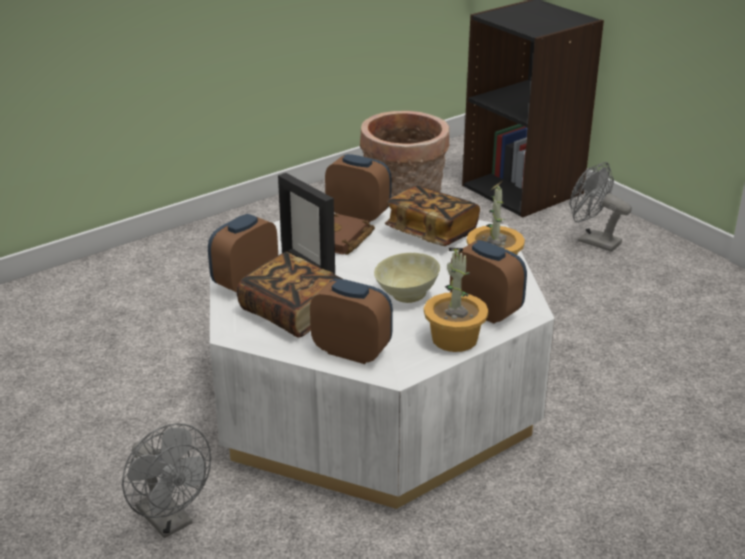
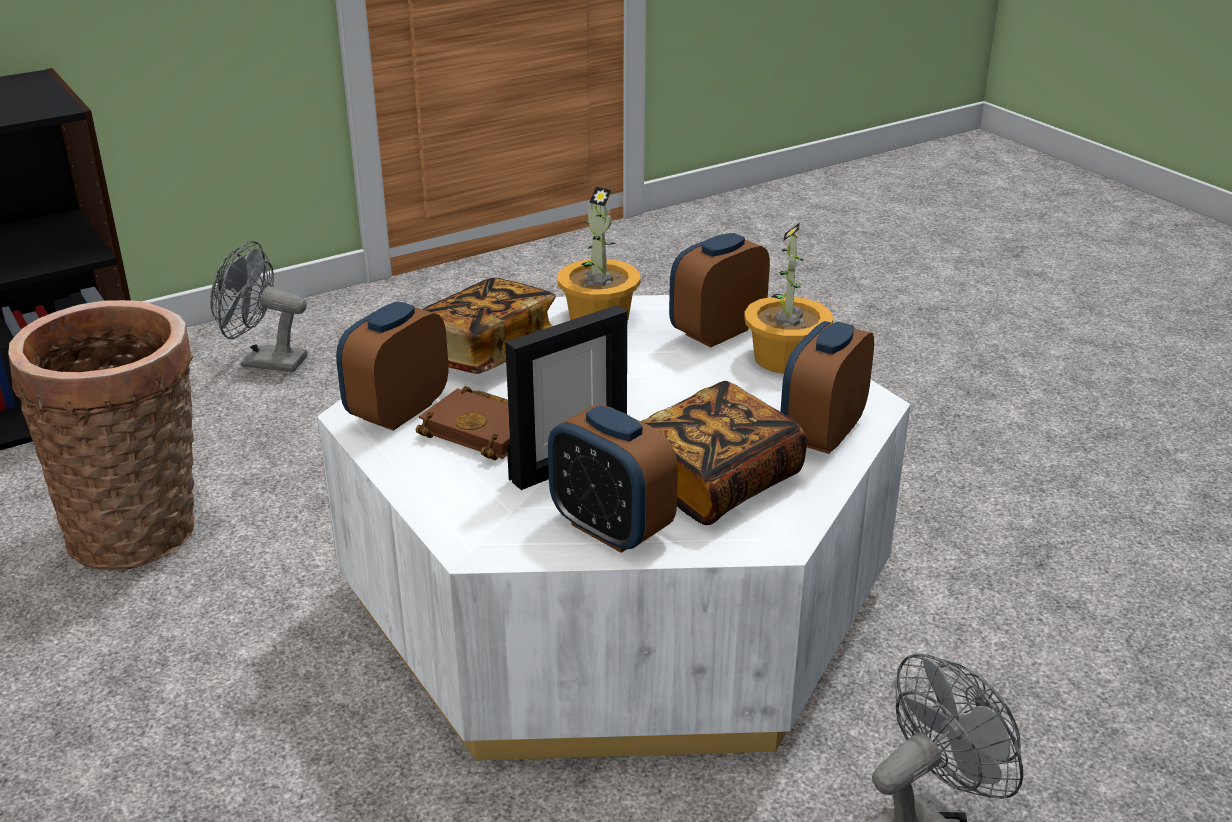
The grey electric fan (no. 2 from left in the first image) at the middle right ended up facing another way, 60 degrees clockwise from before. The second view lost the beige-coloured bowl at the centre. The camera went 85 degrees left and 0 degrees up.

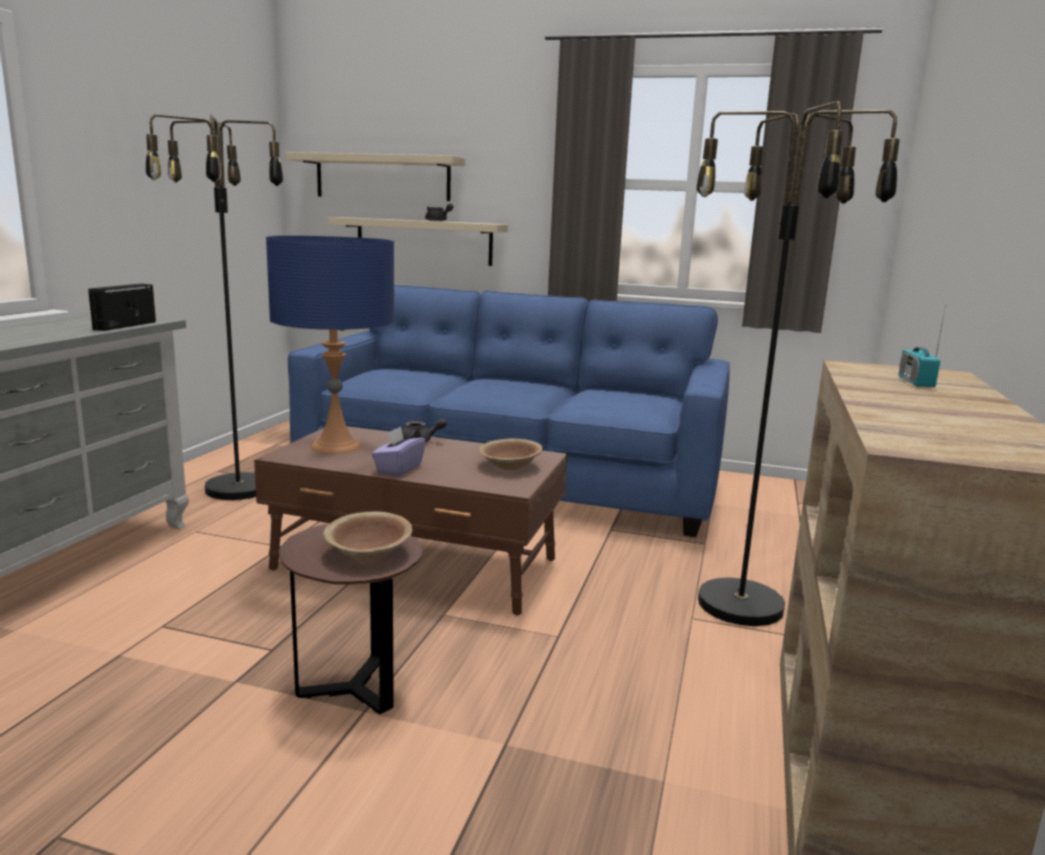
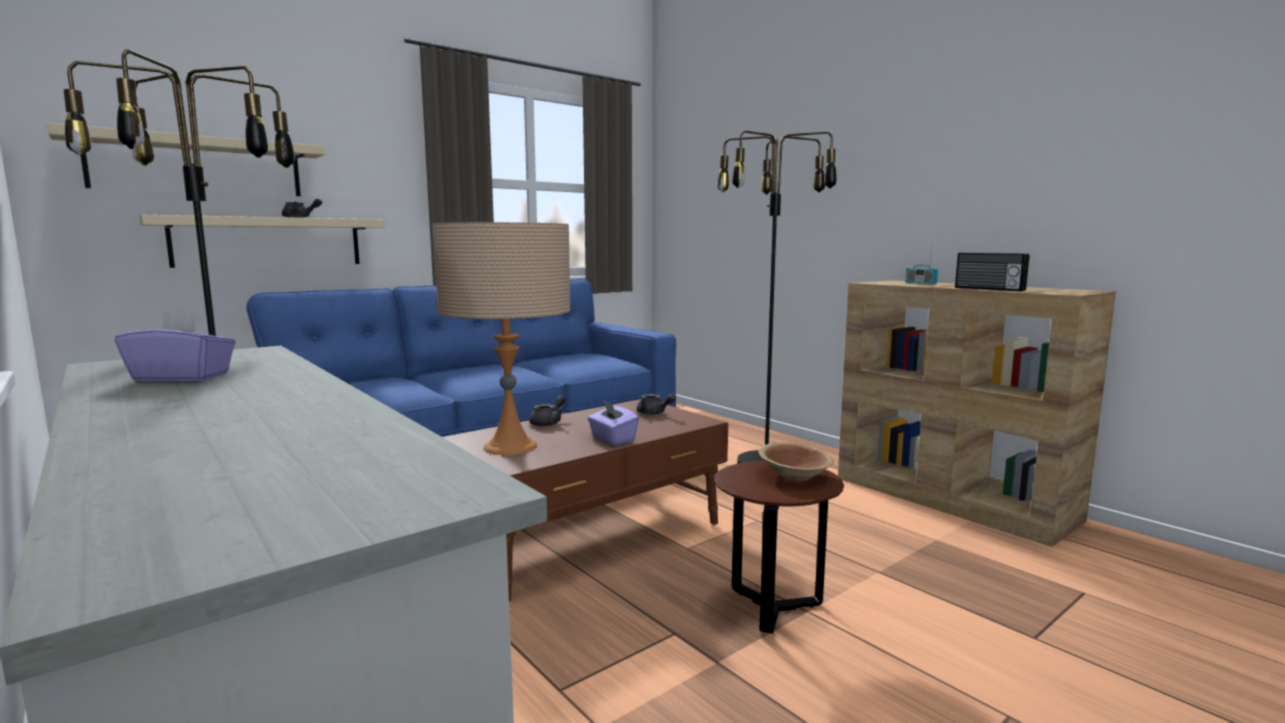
What was the blue lamp for a table at the middle left turned into the beige-coloured lamp for a table at the centre. The radio set (no. 1 from left in the first image) ended up elsewhere, having gone from the middle left to the middle right. Where the brownish bowl (no. 2 from left) stood at the centre, the grey pot for tea (no. 3 from left) came to stand at the centre. The second view gained the purplish tissue holder (no. 1 from left) at the middle left. The camera went 55 degrees left and 5 degrees down.

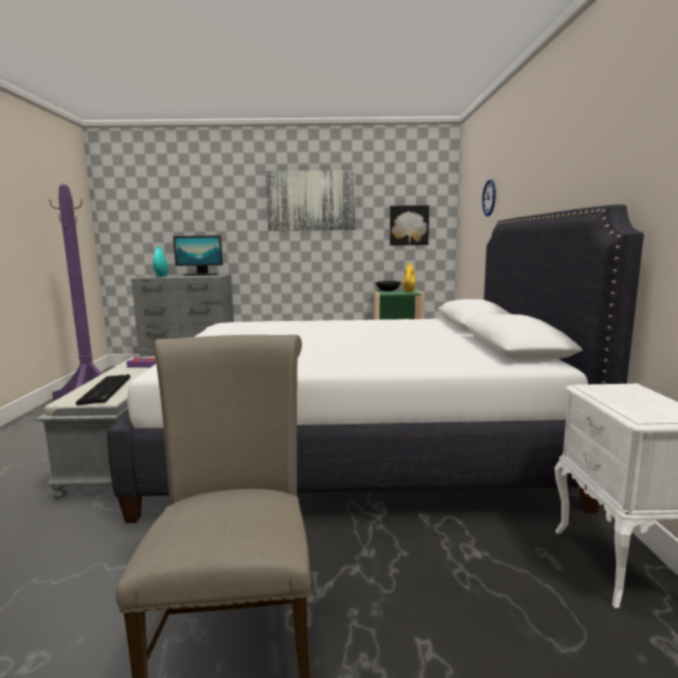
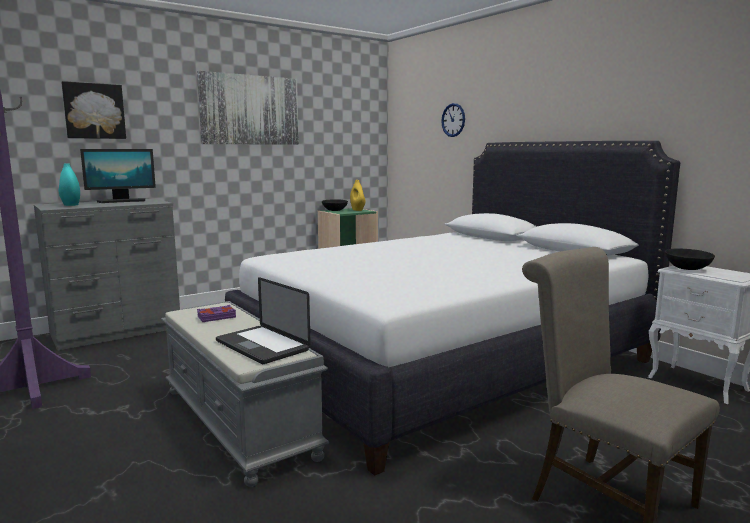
The picture (no. 2 from left in the first image) ended up elsewhere, having gone from the top centre to the top left. Where the PC keyboard stood at the middle left, the laptop came to stand at the centre. The second view gained the black bowl (no. 2 from left) at the middle right. The camera went 35 degrees left and 0 degrees up.

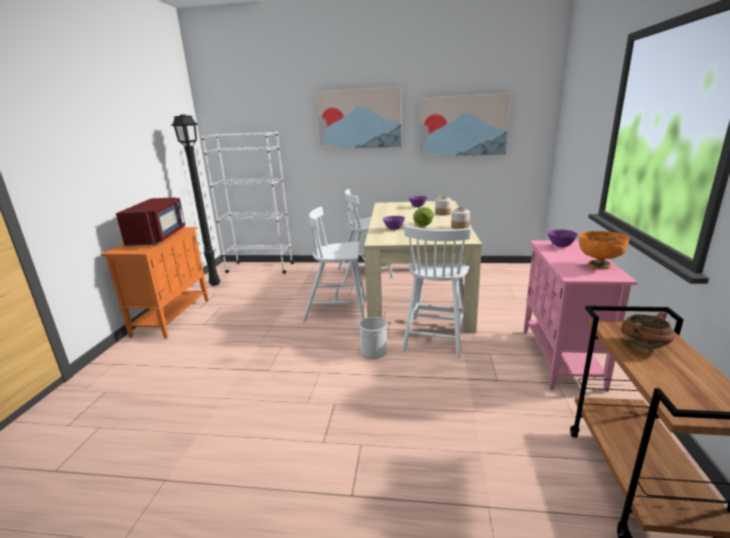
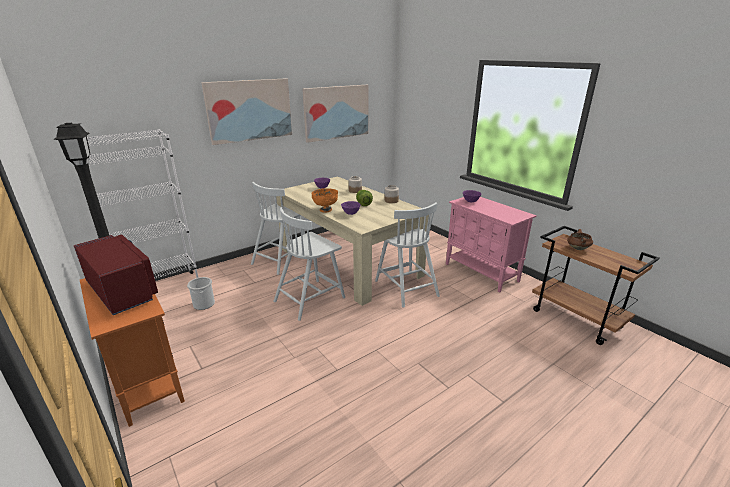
The orange-coloured bowl ended up elsewhere, having gone from the middle right to the centre. The bucket ended up elsewhere, having gone from the centre to the middle left. The camera went 45 degrees left and 5 degrees up.

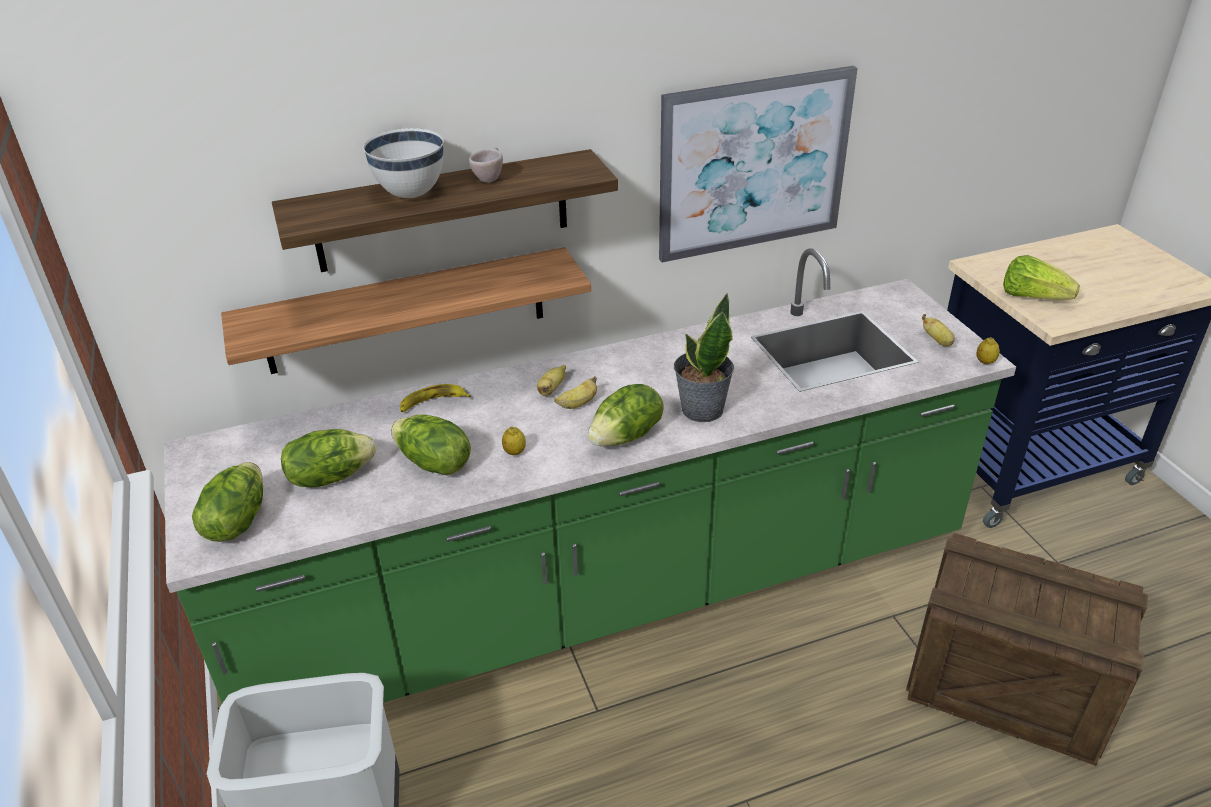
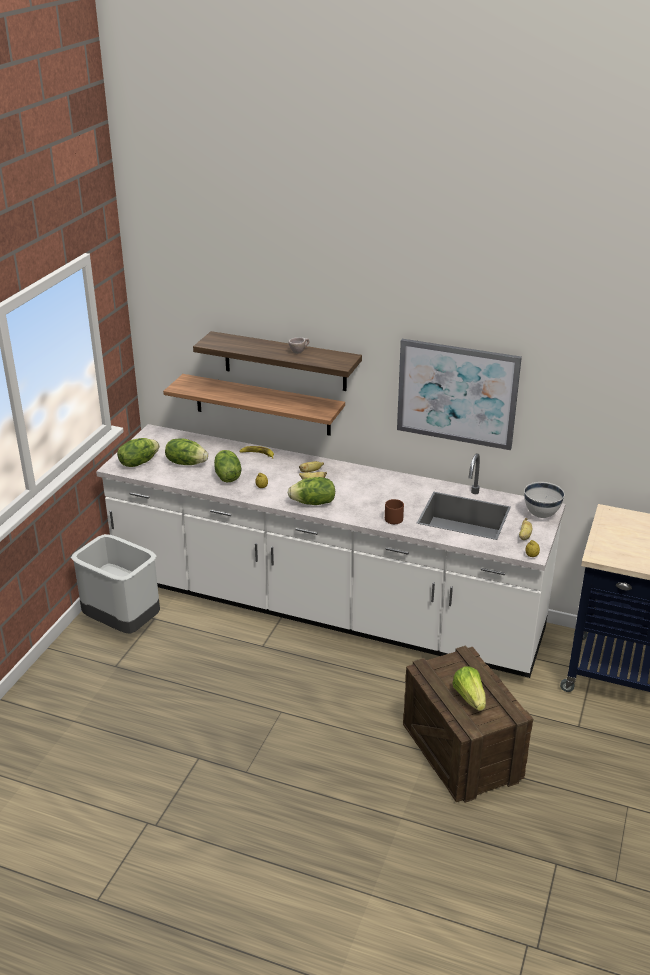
The whitish bowl ended up elsewhere, having gone from the top left to the middle right. What was the green-coloured counter at the centre turned into the whitish counter at the centre. The head of lettuce (no. 5 from left) ended up elsewhere, having gone from the middle right to the bottom right. The second view lost the potted plant at the centre. The second view gained the brownish coffee mug at the centre. The camera went 40 degrees right and 5 degrees down.

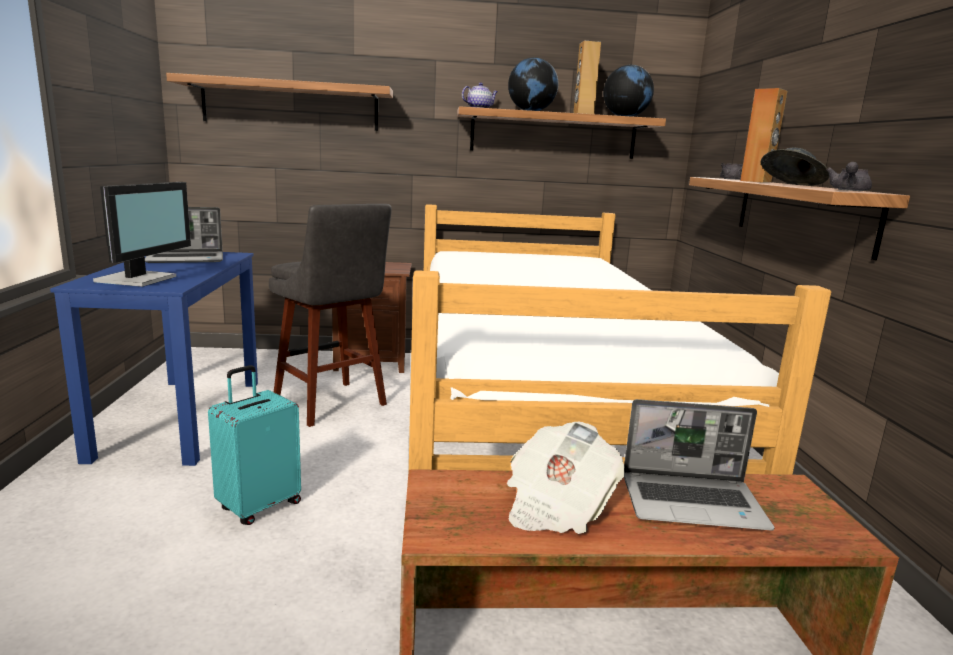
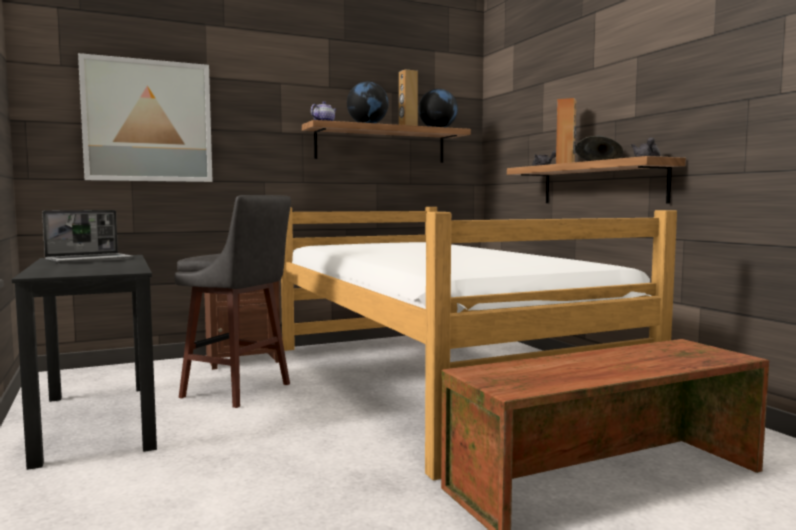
Where the wall shelf (no. 1 from left) hung at the top left, the picture came to hang at the top left. The second view lost the computer screen at the middle left. What was the blue desk at the middle left turned into the black desk at the bottom left. The second view lost the turquoise-coloured travel case at the bottom left. The second view lost the laptop (no. 2 from left) at the bottom right. The second view lost the printed paper at the bottom centre. The camera went 20 degrees left and 10 degrees down.

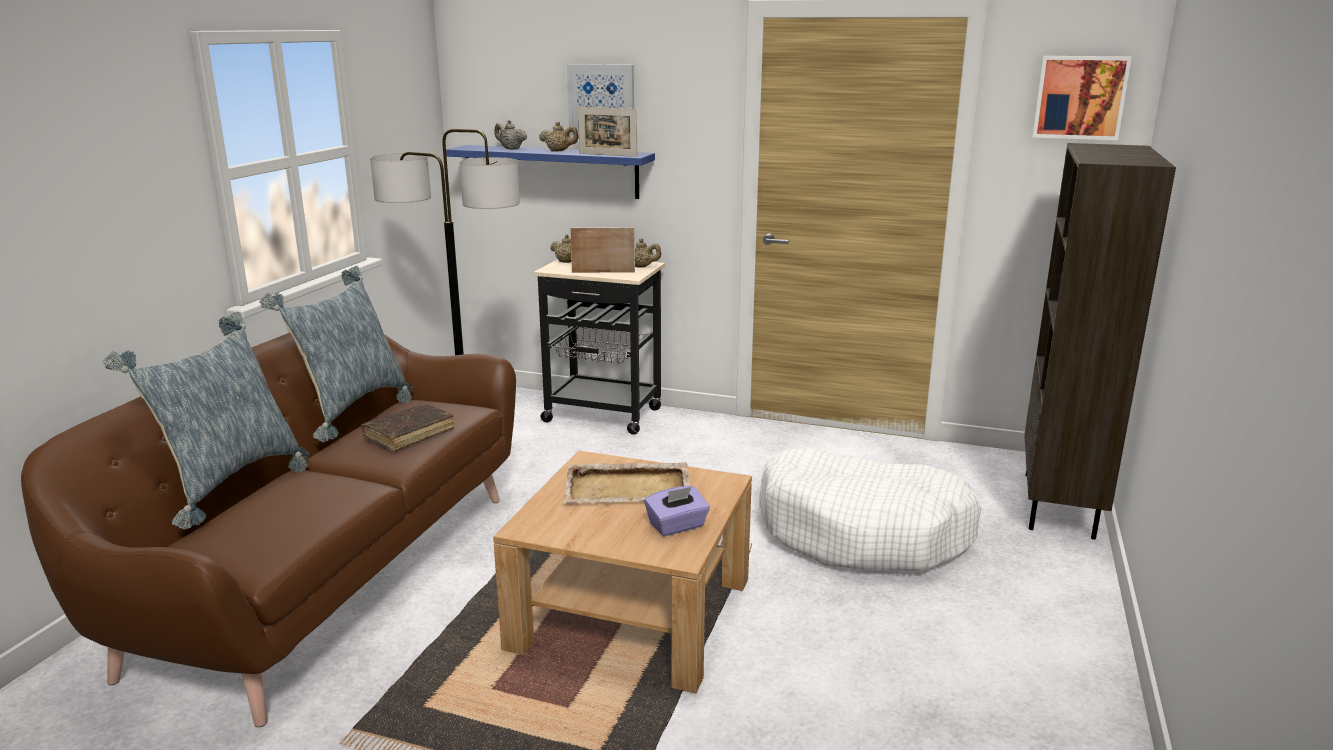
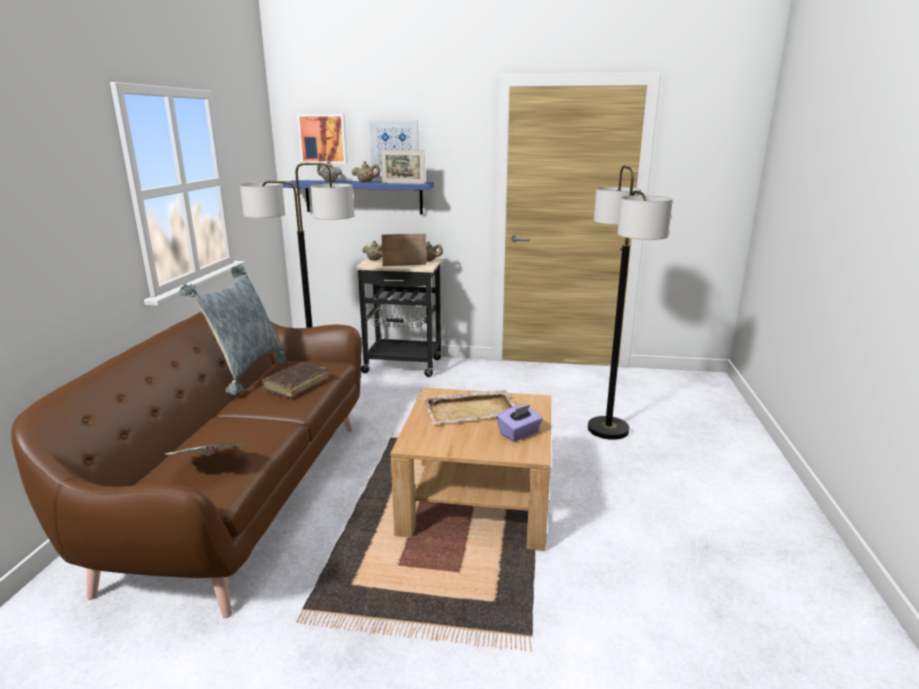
The picture (no. 2 from left in the first image) ended up elsewhere, having gone from the top right to the top centre. The second view lost the brownish shelving unit at the middle right. The second view lost the cushion (no. 1 from left) at the middle left. Where the whitish dog cushion stood at the bottom centre, the floor lamp (no. 2 from left) came to stand at the middle right. The second view gained the printed paper at the middle left. The camera went 10 degrees left and 0 degrees up.

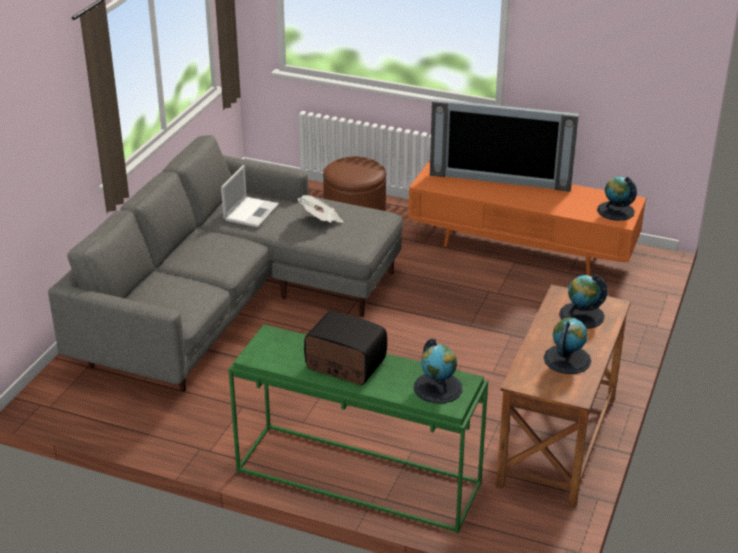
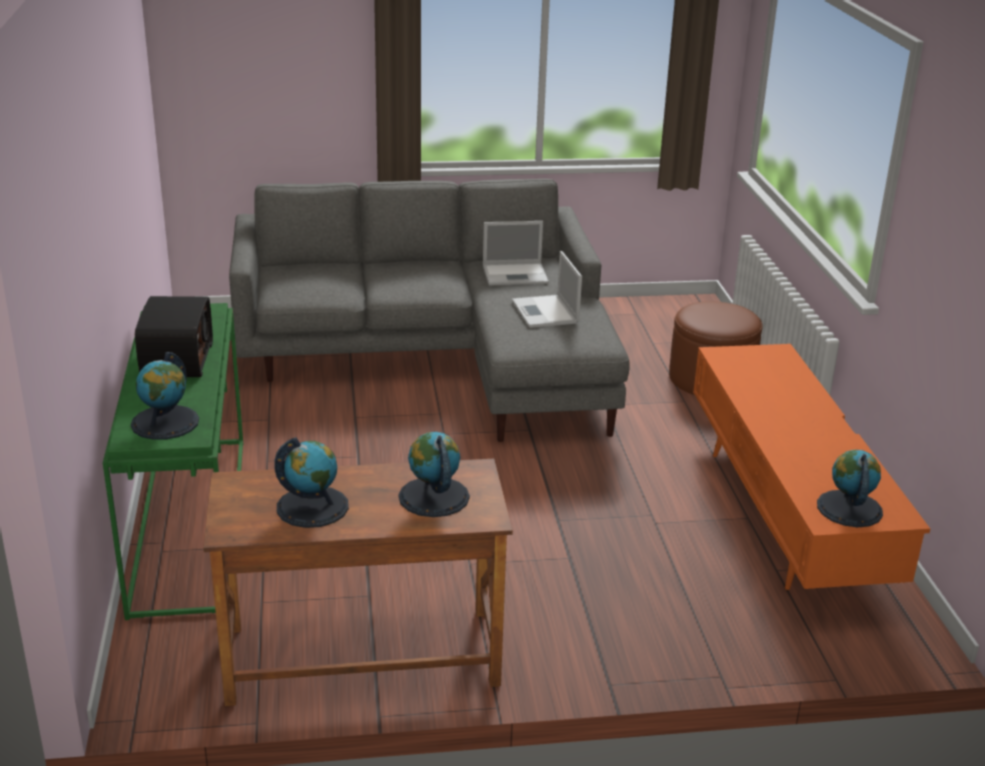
The second view lost the TV set at the top right. Where the printed paper stood at the centre, the laptop (no. 2 from left) came to stand at the centre. The camera went 60 degrees right and 5 degrees down.

